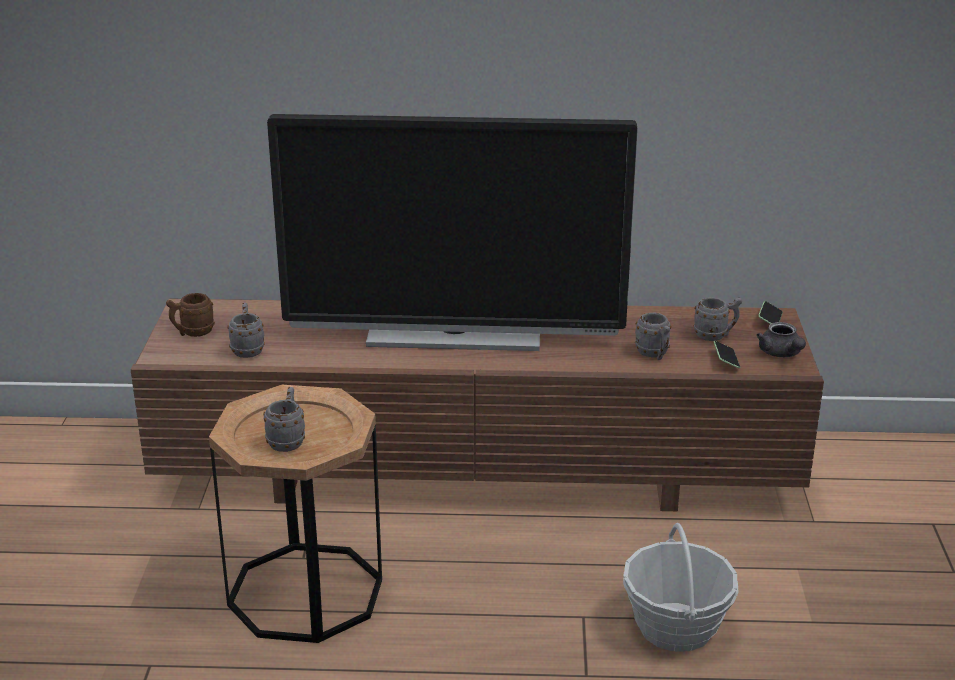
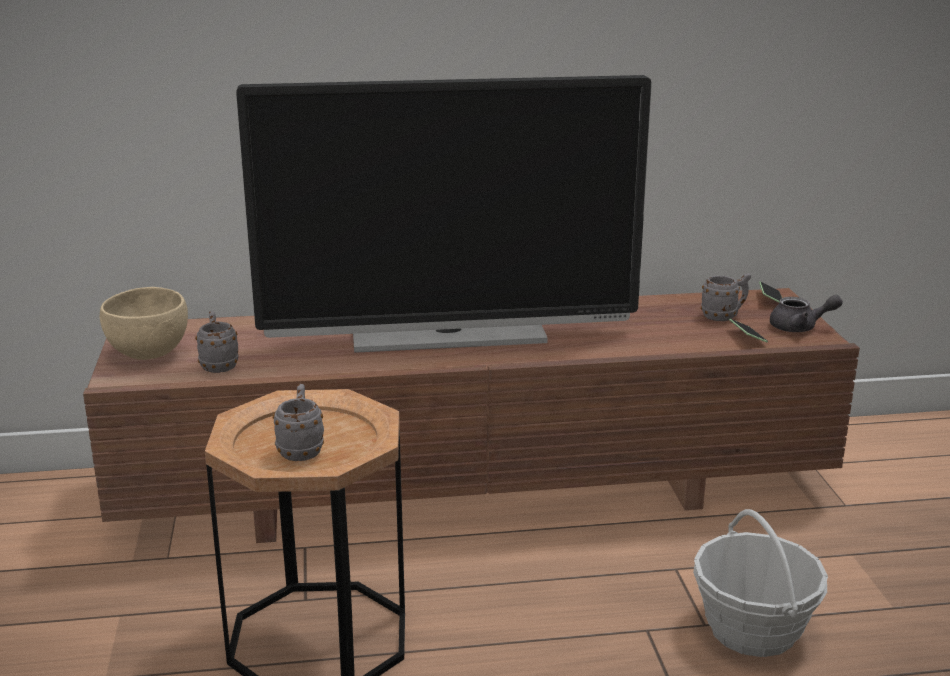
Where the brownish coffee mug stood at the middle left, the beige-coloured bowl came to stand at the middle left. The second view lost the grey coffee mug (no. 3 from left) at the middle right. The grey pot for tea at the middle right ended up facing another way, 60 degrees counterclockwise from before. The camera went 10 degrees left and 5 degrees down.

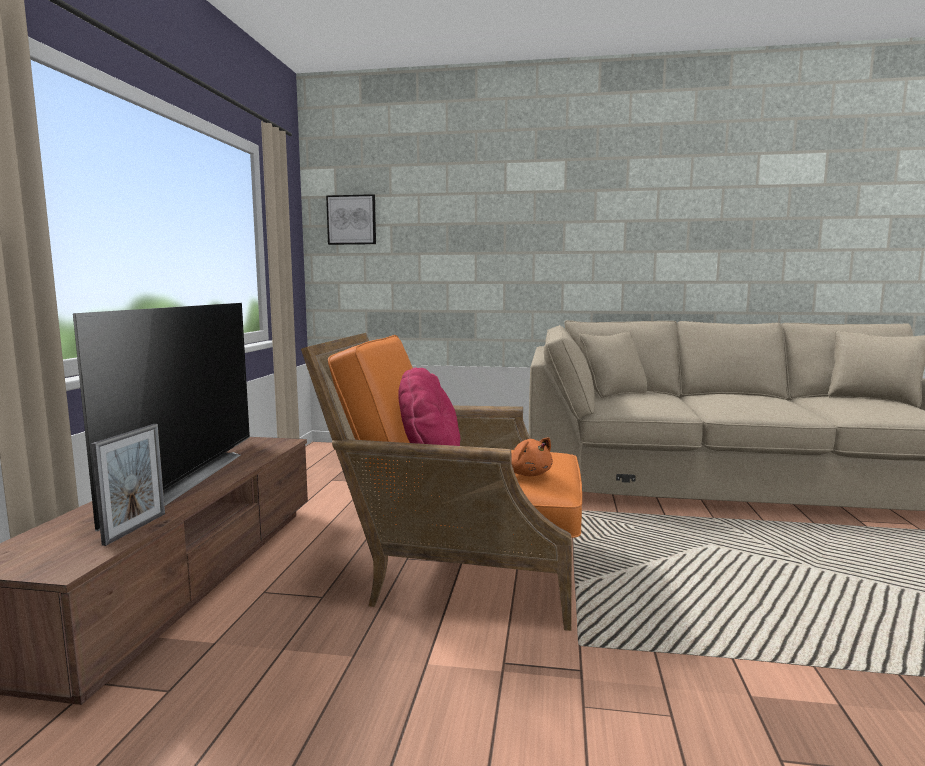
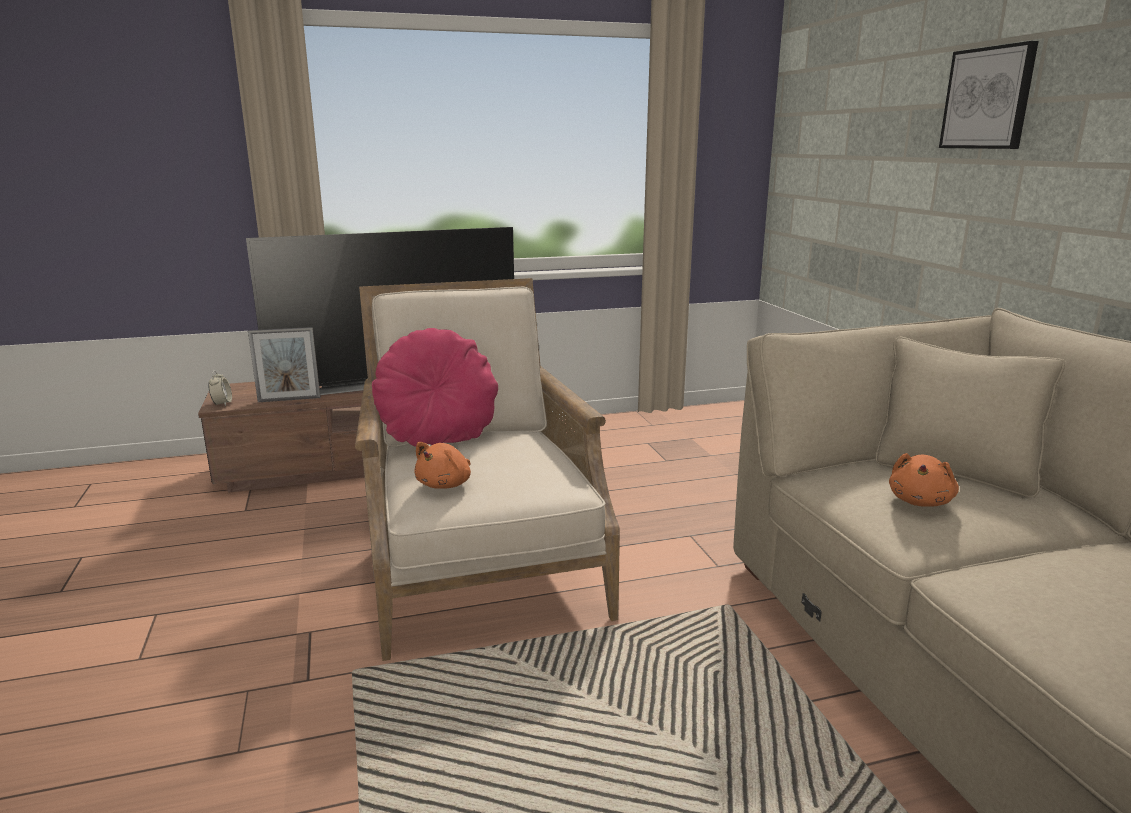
The picture ended up elsewhere, having gone from the top centre to the top right. What was the orange-coloured armchair at the centre turned into the beige-coloured armchair at the centre. The second view gained the bedside clock at the middle left. The second view gained the orange-coloured cuddly toy (no. 2 from left) at the middle right. The camera went 65 degrees right and 10 degrees up.

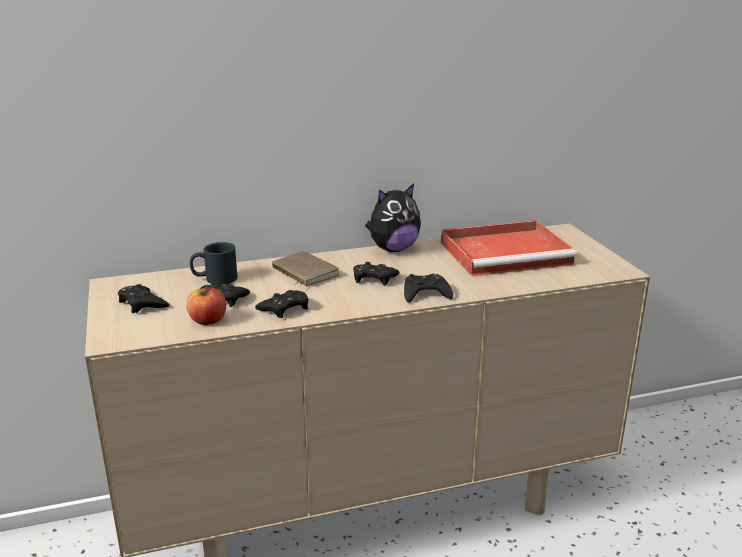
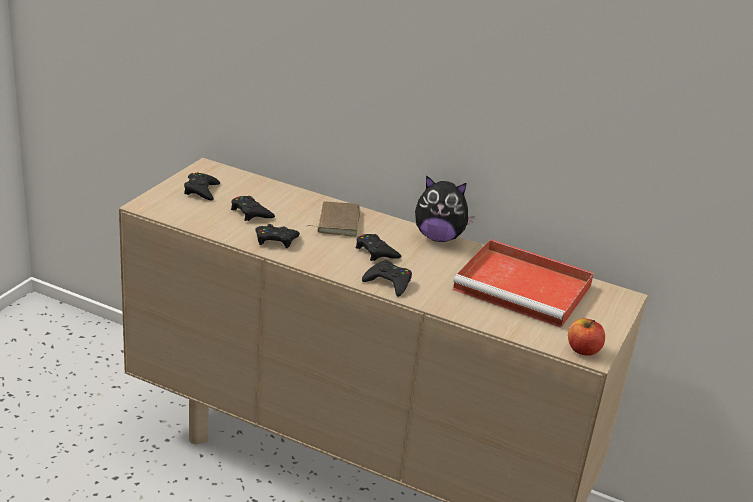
The second view lost the black coffee mug at the middle left. The apple fruit ended up elsewhere, having gone from the middle left to the bottom right. The camera went 40 degrees right and 5 degrees up.

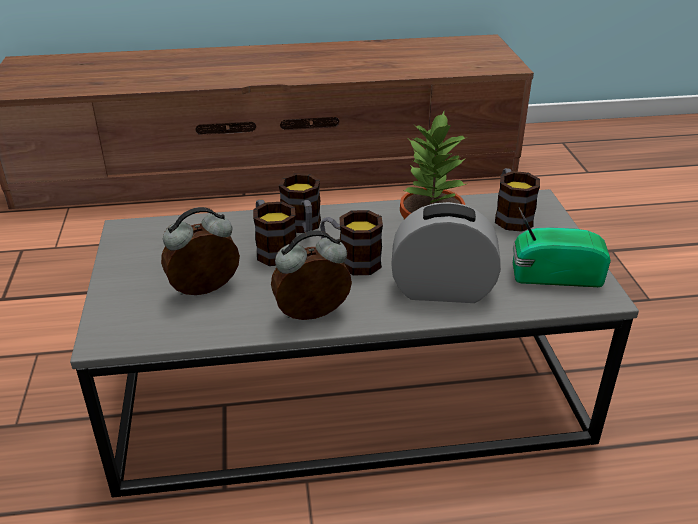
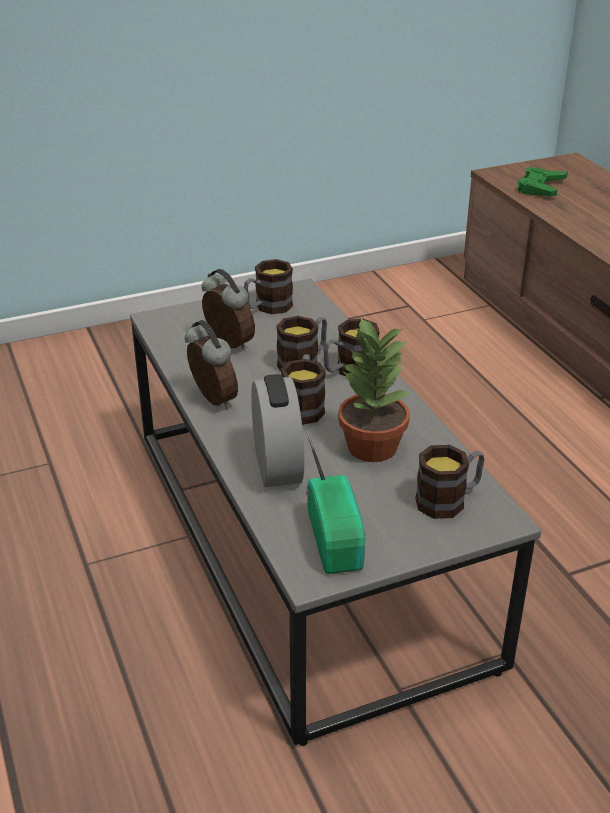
The second view gained the green-coloured game controller at the top right. The second view gained the coffee mug (no. 1 from left) at the centre. The camera went 75 degrees right and 0 degrees up.

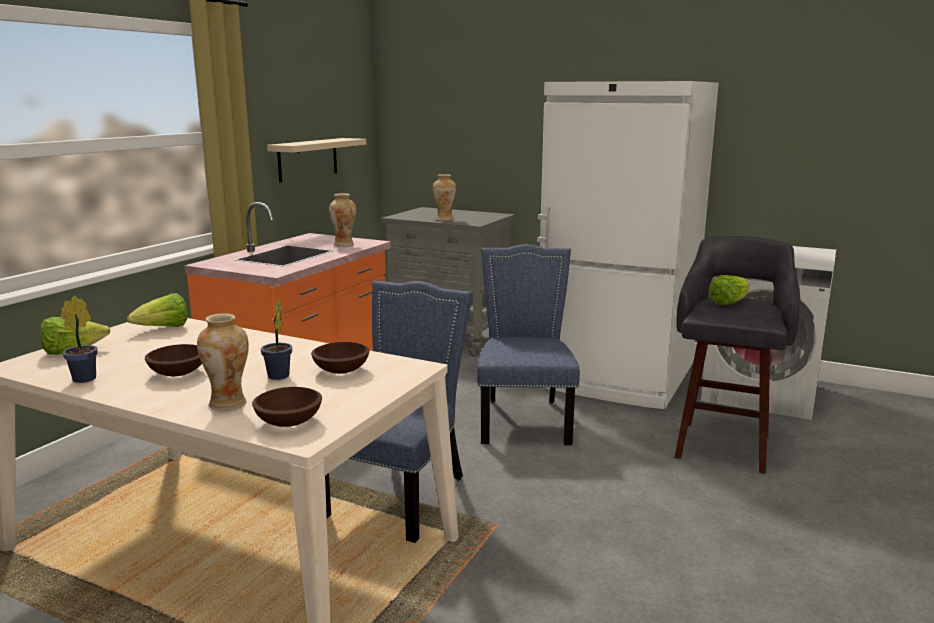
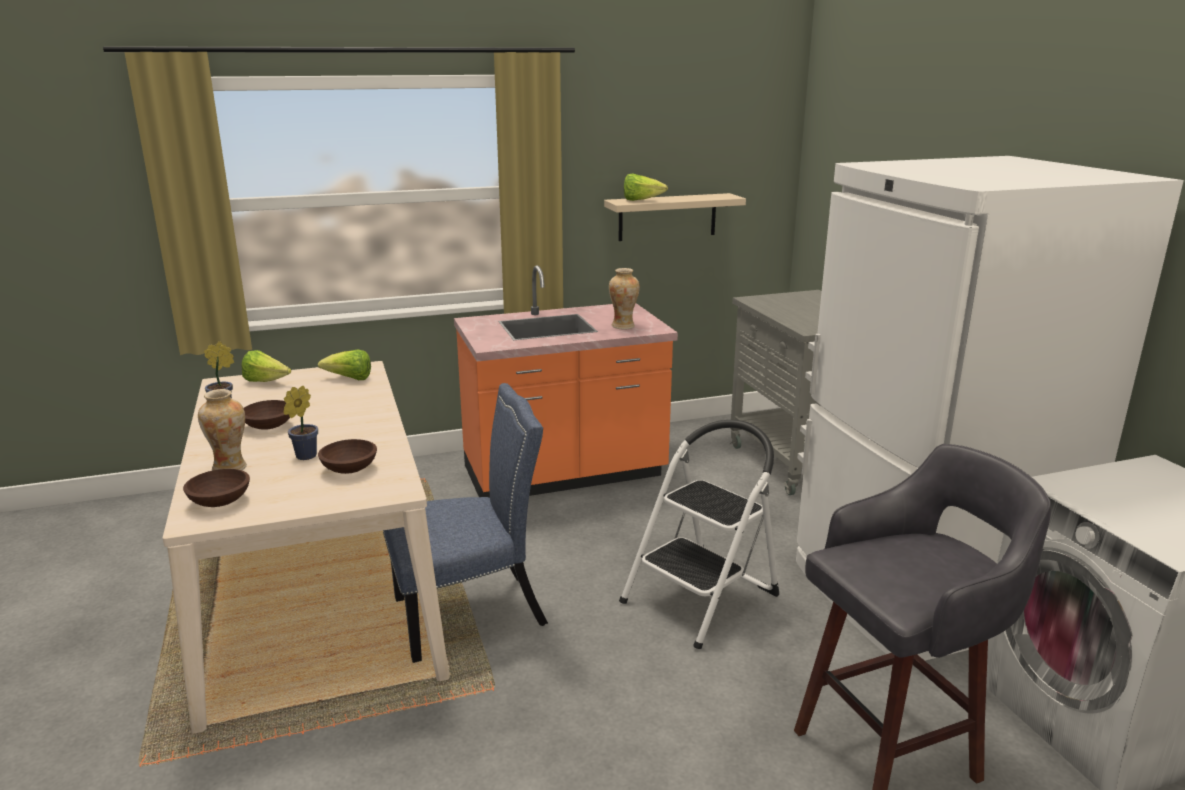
The second view lost the decorative vase (no. 3 from left) at the top centre. Where the blue plain chair (no. 2 from left) stood at the centre, the step stool came to stand at the bottom centre. The head of lettuce (no. 3 from left) ended up elsewhere, having gone from the middle right to the top centre. The camera went 45 degrees right and 5 degrees up.

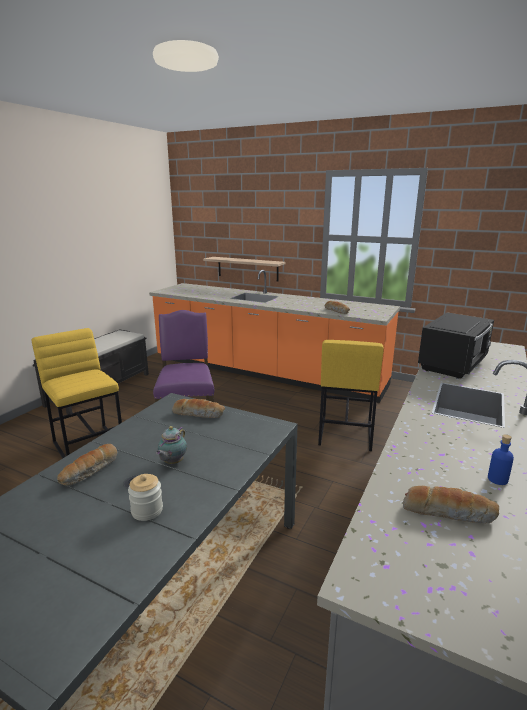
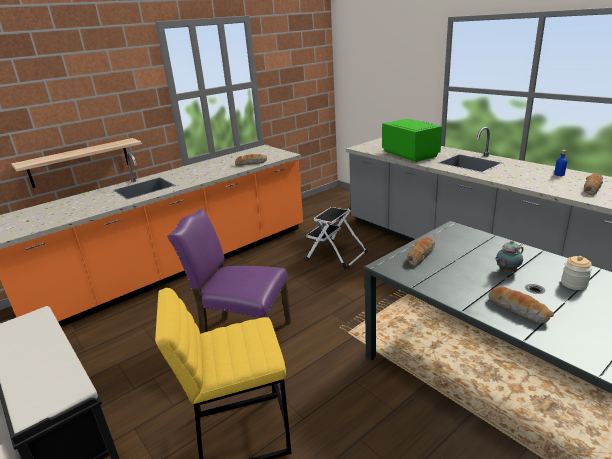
What was the black microwave oven at the middle right turned into the green-coloured microwave oven at the top right. Where the yellowish plain chair (no. 2 from left) stood at the centre, the step stool came to stand at the centre. The pot for tea at the middle left ended up facing another way, 105 degrees clockwise from before. The camera went 65 degrees left and 5 degrees up.

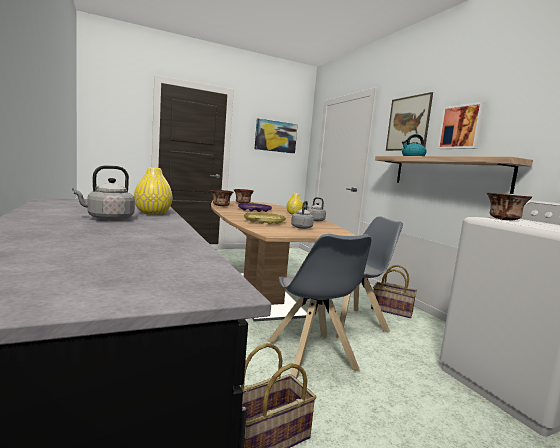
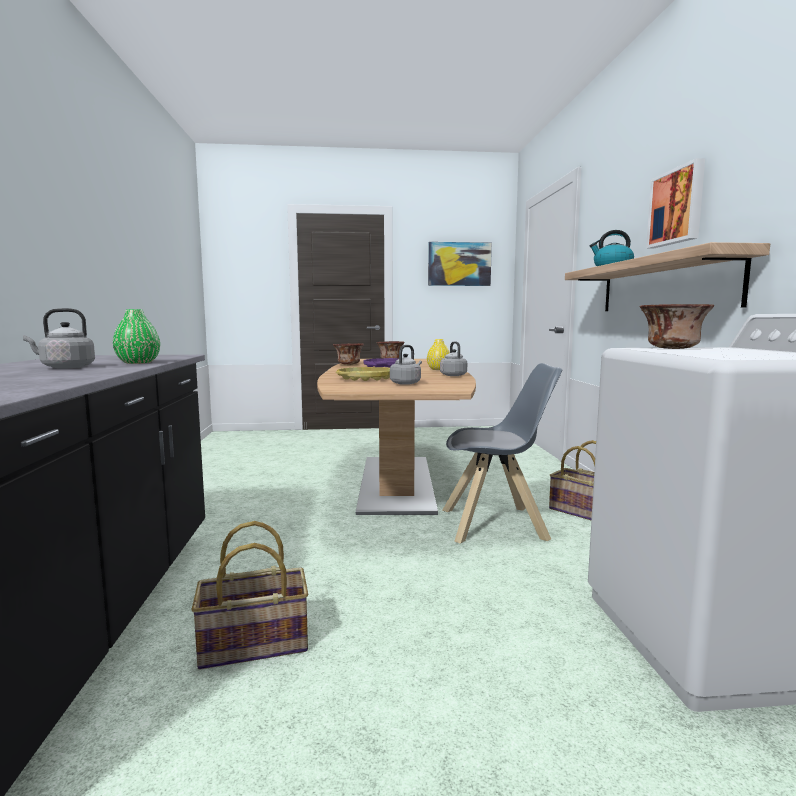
The second view lost the picture (no. 2 from left) at the top right. What was the yellowish decorative vase (no. 1 from left) at the middle left turned into the green-coloured decorative vase at the middle left. The second view lost the grey plain chair (no. 1 from left) at the bottom centre. The camera went 20 degrees right and 0 degrees up.

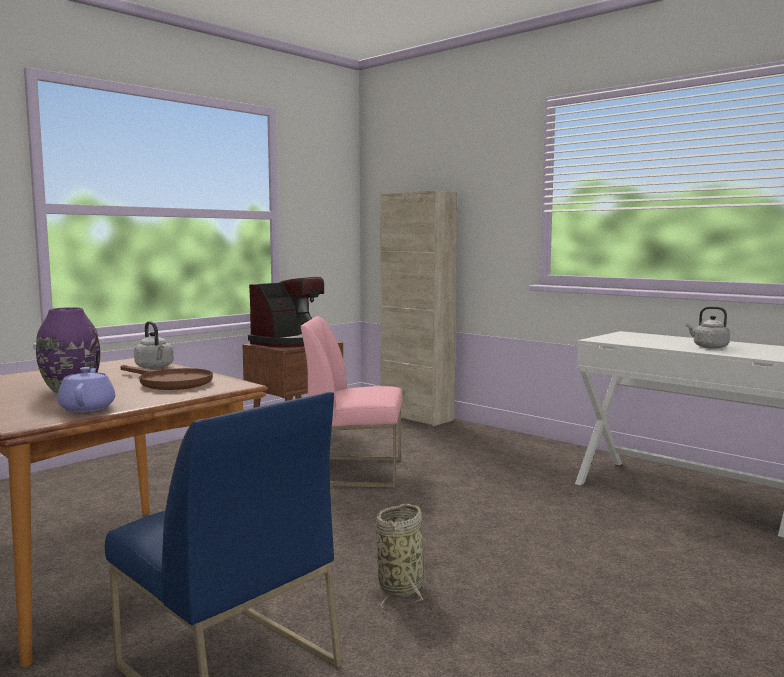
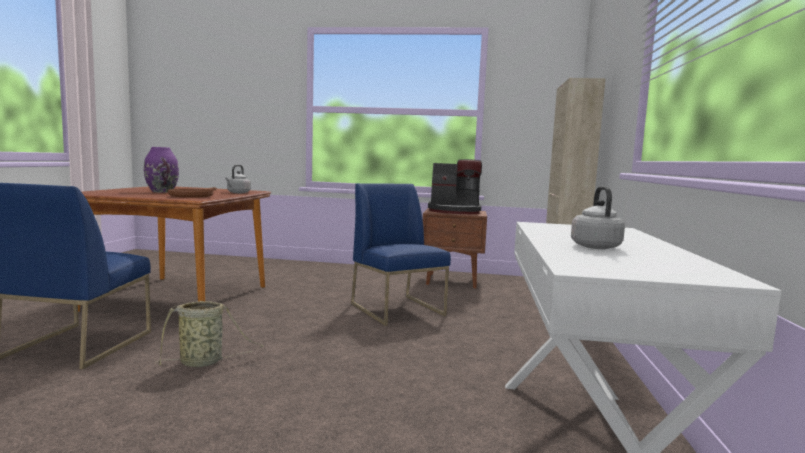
What was the pink-coloured plain chair at the centre turned into the blue plain chair (no. 2 from left) at the centre. The second view lost the purplish pot for tea at the middle left. The camera went 55 degrees right and 0 degrees up.

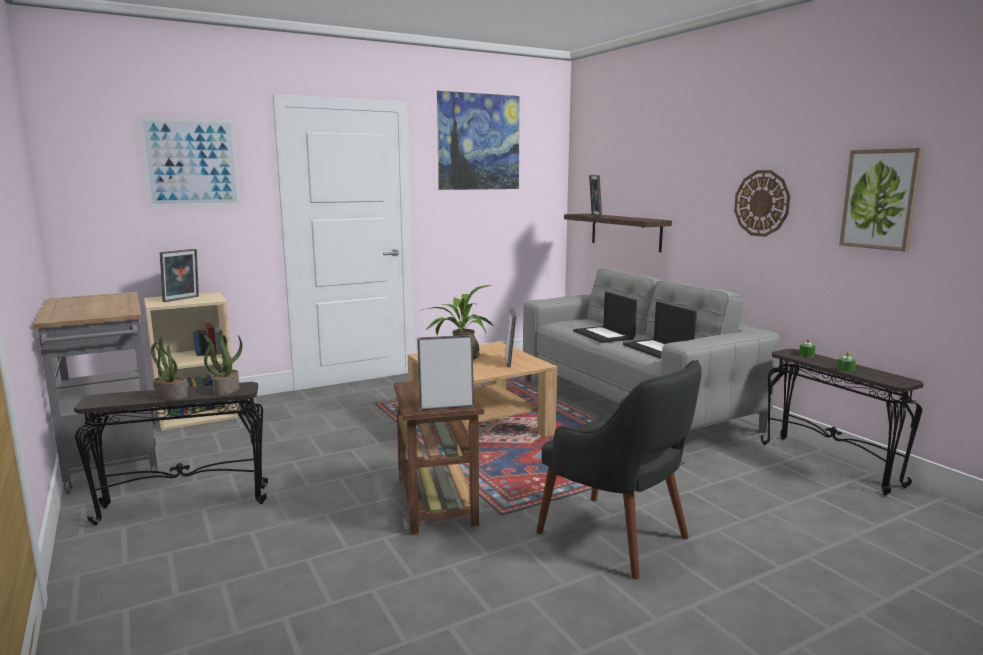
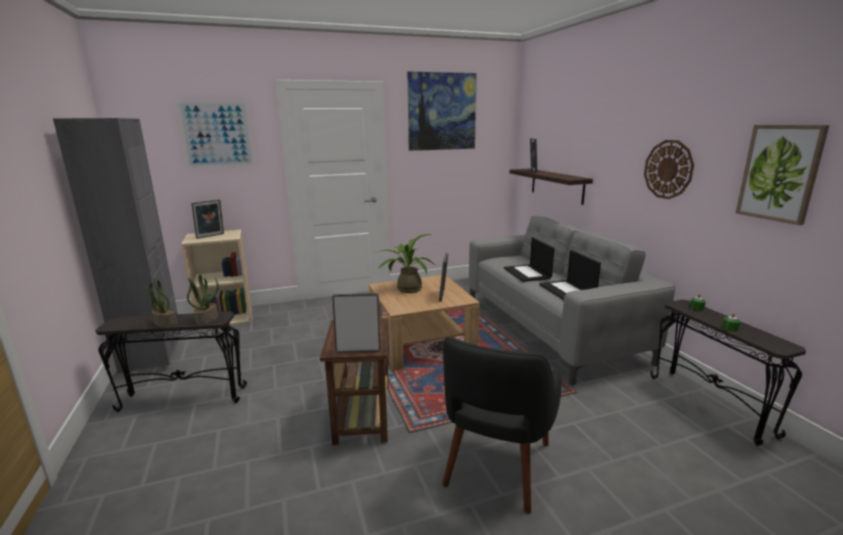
Where the grey trolley stood at the middle left, the grey cabinet came to stand at the middle left. The black armchair at the bottom centre ended up facing another way, 60 degrees clockwise from before. The camera went 10 degrees right and 5 degrees up.

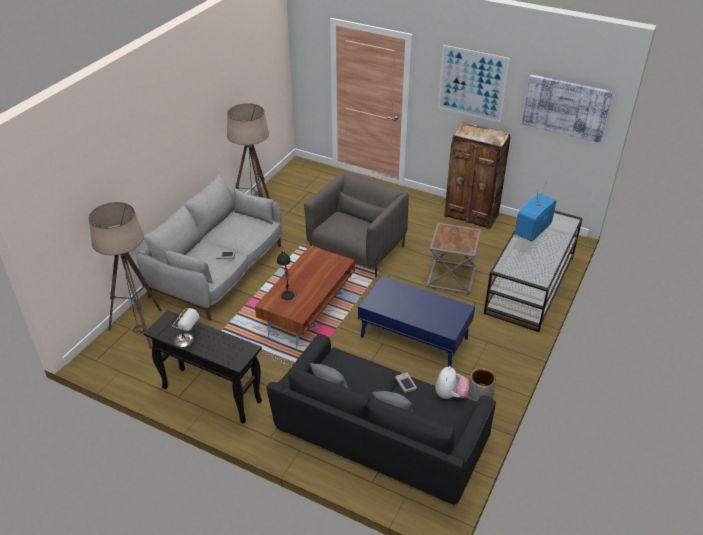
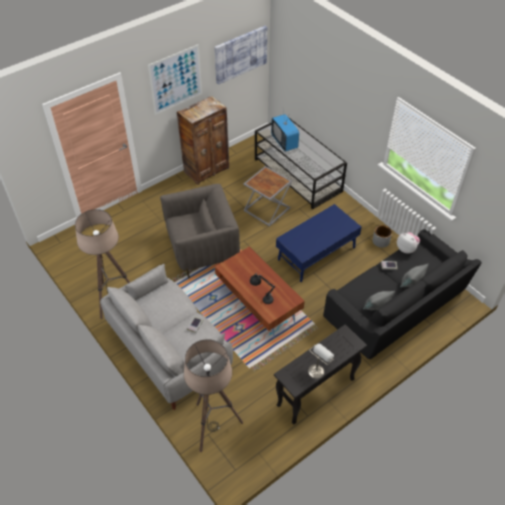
The grey armchair at the centre ended up facing another way, 105 degrees clockwise from before. The camera went 65 degrees left and 10 degrees up.

